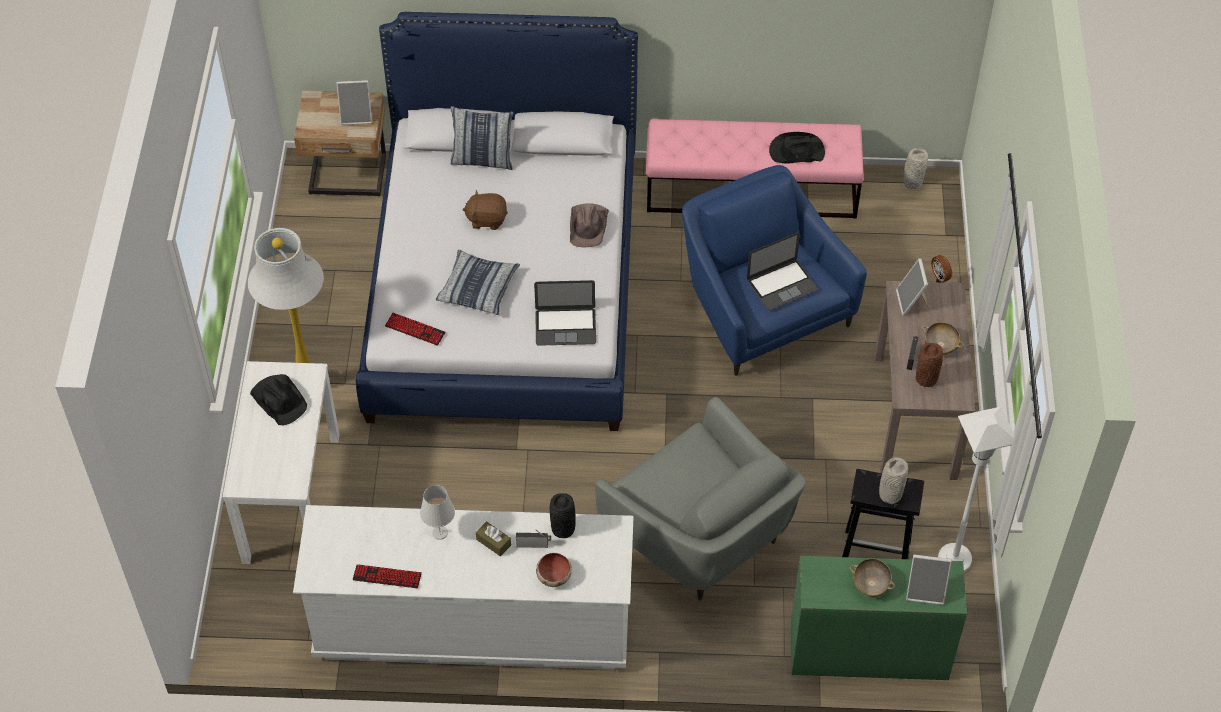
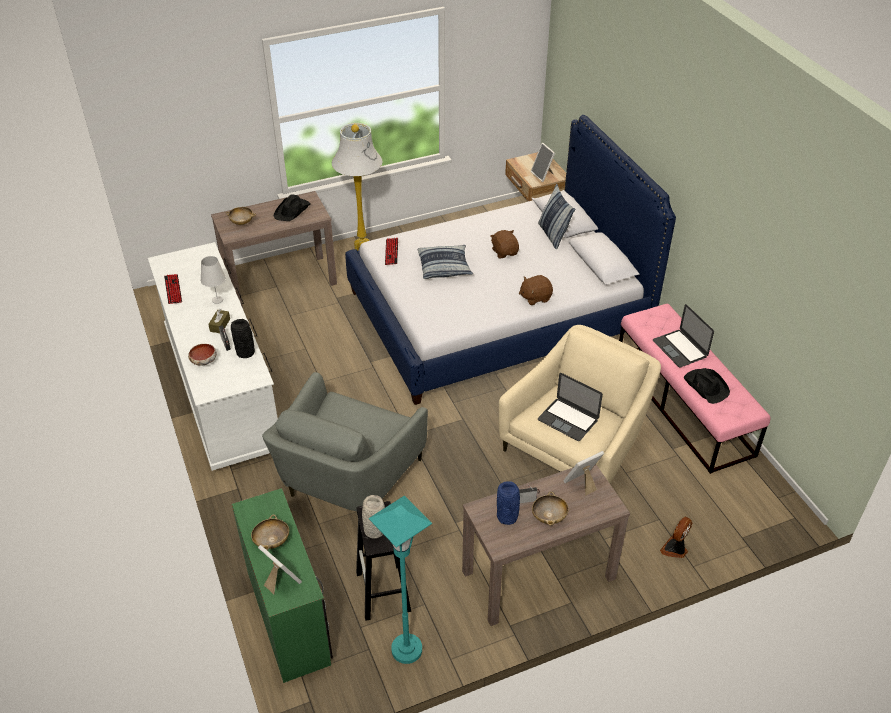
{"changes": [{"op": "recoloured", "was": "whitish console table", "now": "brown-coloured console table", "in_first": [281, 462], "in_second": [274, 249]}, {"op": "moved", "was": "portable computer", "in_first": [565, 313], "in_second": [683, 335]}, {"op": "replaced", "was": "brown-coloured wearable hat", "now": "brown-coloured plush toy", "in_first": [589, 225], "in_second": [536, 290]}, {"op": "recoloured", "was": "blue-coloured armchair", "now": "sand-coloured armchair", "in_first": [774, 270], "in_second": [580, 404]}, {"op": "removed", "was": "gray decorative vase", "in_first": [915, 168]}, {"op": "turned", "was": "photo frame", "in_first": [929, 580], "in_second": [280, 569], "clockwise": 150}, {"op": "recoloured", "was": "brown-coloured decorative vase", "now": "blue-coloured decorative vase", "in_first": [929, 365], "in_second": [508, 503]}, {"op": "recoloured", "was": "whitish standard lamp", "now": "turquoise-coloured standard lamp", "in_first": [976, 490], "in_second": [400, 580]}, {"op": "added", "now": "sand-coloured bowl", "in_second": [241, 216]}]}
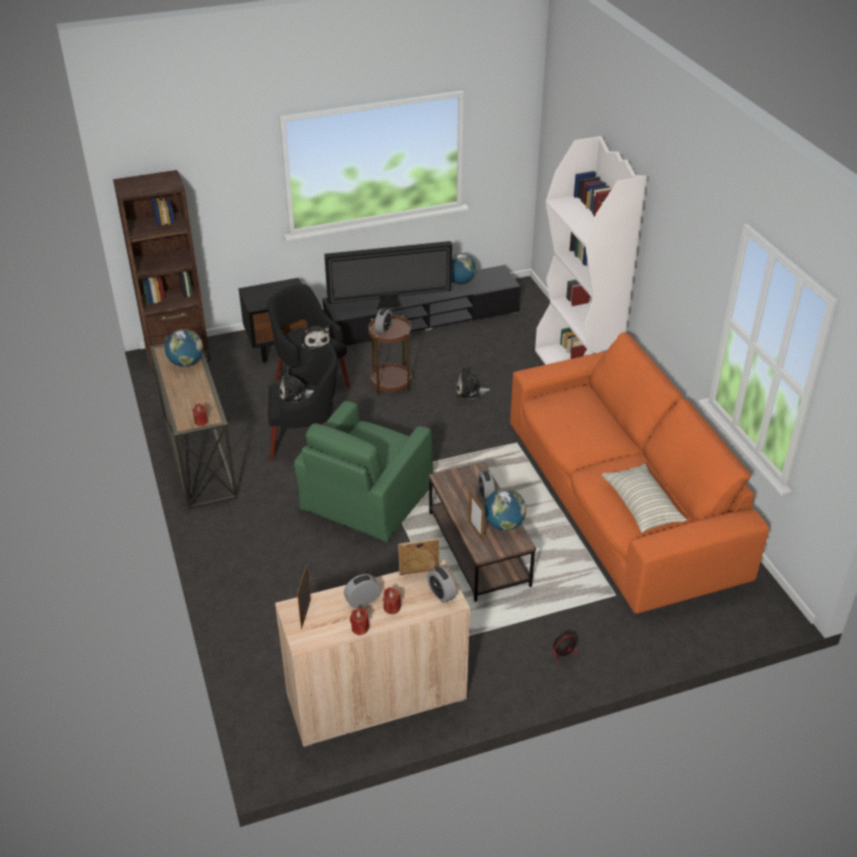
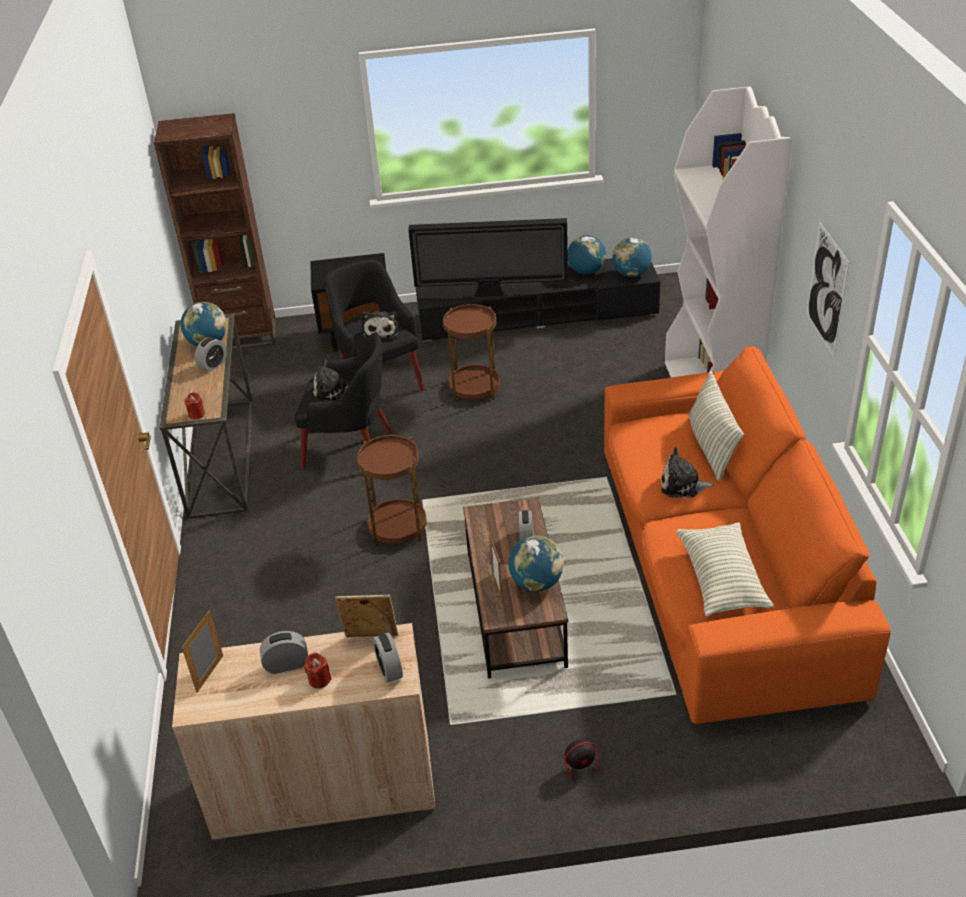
{"changes": [{"op": "replaced", "was": "green-coloured armchair", "now": "brown-coloured end table", "in_first": [363, 471], "in_second": [392, 490]}, {"op": "removed", "was": "red candle", "in_first": [359, 622]}, {"op": "moved", "was": "alarm clock", "in_first": [384, 321], "in_second": [211, 354]}, {"op": "moved", "was": "plush toy", "in_first": [474, 383], "in_second": [688, 472]}, {"op": "added", "now": "world globe", "in_second": [632, 257]}, {"op": "added", "now": "throw pillow", "in_second": [716, 426]}, {"op": "added", "now": "wall picture", "in_second": [828, 289]}]}
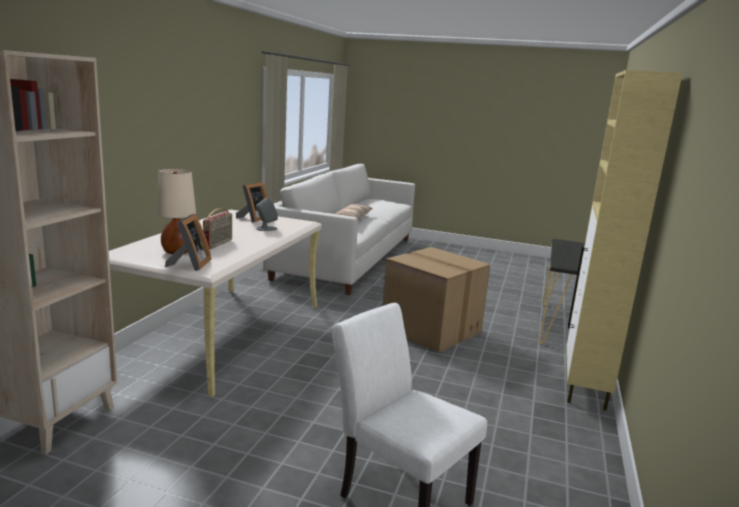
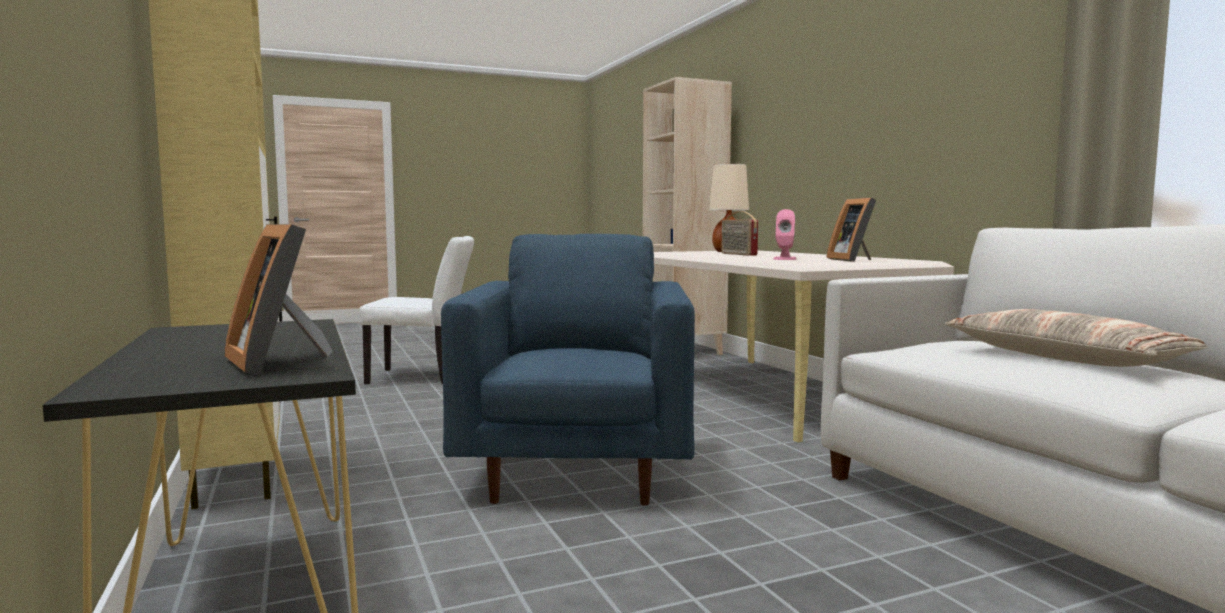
{"changes": [{"op": "moved", "was": "photo frame", "in_first": [188, 242], "in_second": [279, 299]}, {"op": "recoloured", "was": "gray audio speaker", "now": "pinkish audio speaker", "in_first": [267, 214], "in_second": [784, 234]}, {"op": "replaced", "was": "carton", "now": "blue-coloured armchair", "in_first": [436, 300], "in_second": [568, 370]}]}
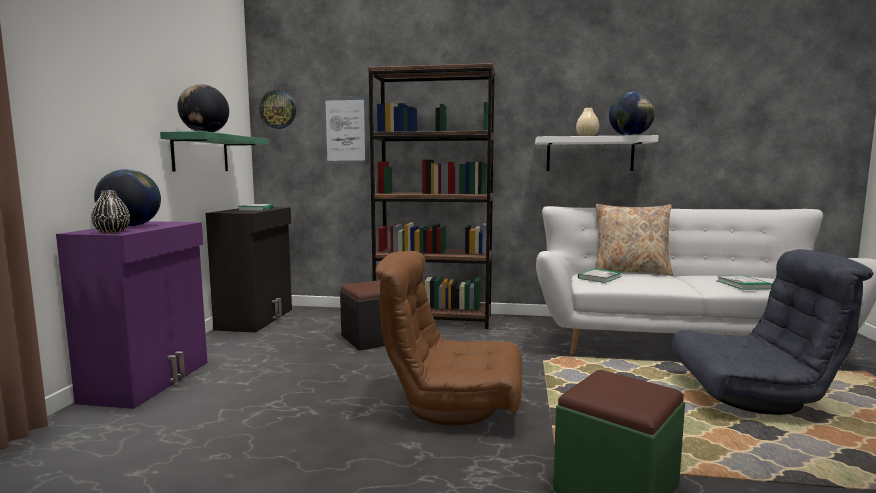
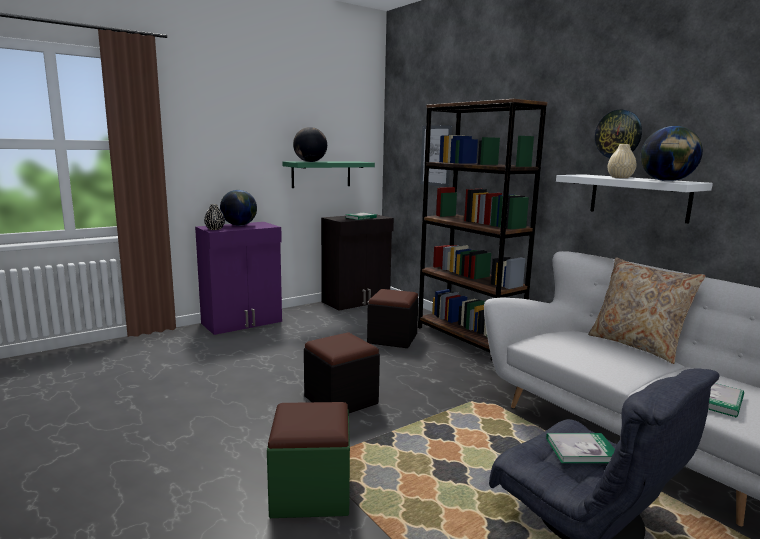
{"changes": [{"op": "moved", "was": "clock on the wall", "in_first": [277, 109], "in_second": [618, 134]}, {"op": "replaced", "was": "brown-coloured armchair", "now": "blackish pouffe", "in_first": [448, 338], "in_second": [342, 372]}, {"op": "moved", "was": "book", "in_first": [600, 276], "in_second": [580, 448]}]}
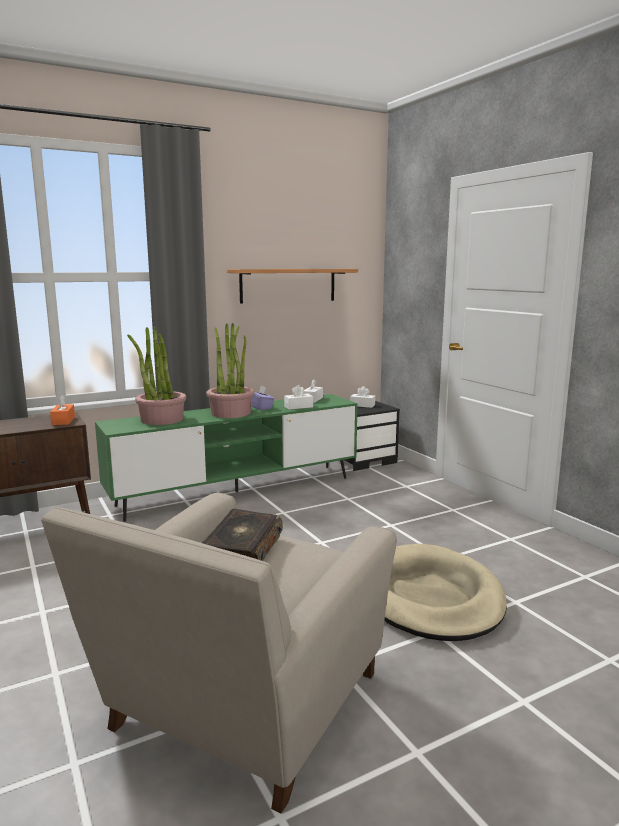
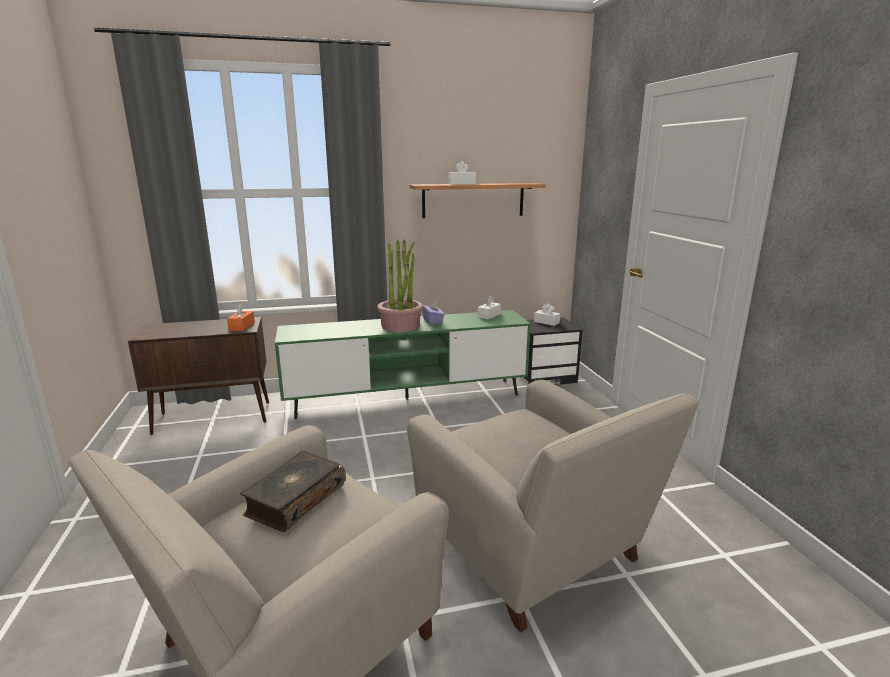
{"changes": [{"op": "removed", "was": "plant in a pot", "in_first": [156, 376]}, {"op": "moved", "was": "whitish box of tissues", "in_first": [298, 397], "in_second": [462, 173]}, {"op": "replaced", "was": "sand-coloured pet bed", "now": "sand-coloured armchair", "in_first": [445, 592], "in_second": [553, 506]}]}
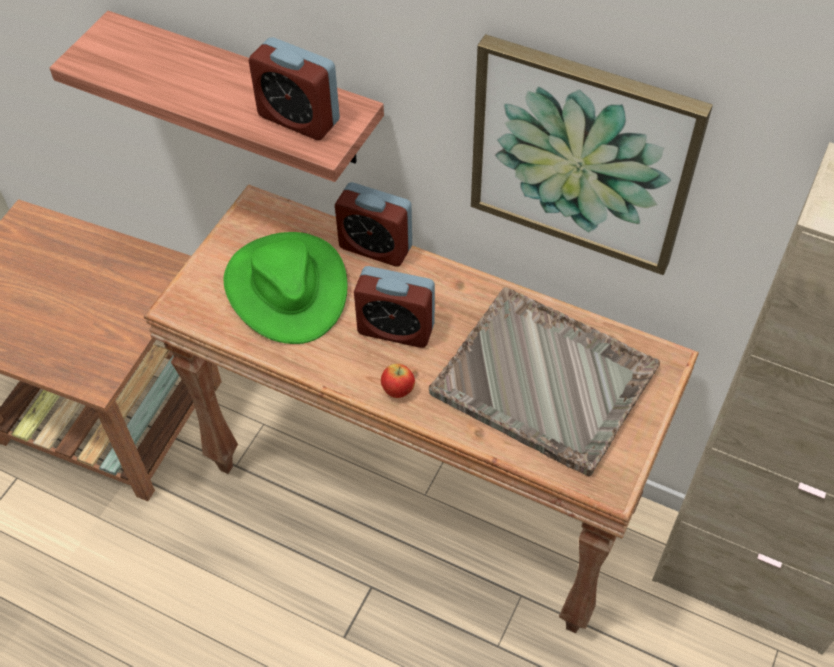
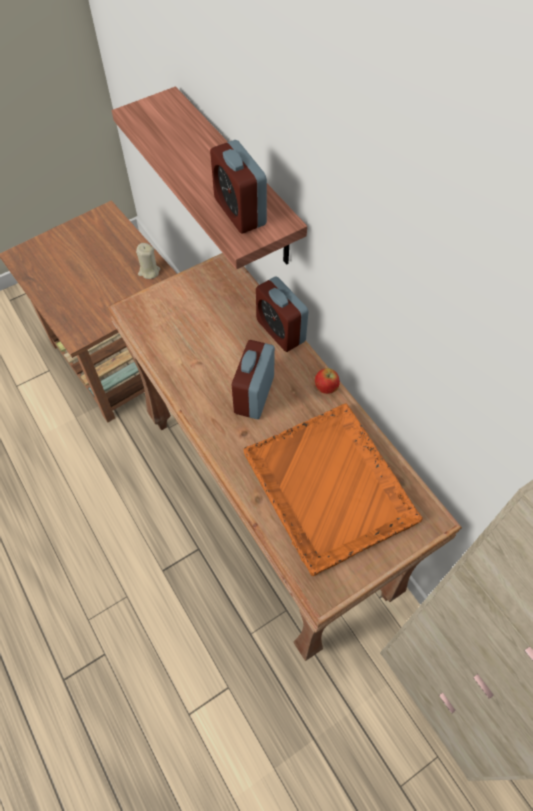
{"changes": [{"op": "removed", "was": "green-coloured wearable hat", "in_first": [285, 288]}, {"op": "turned", "was": "alarm clock", "in_first": [394, 307], "in_second": [253, 379], "clockwise": 60}, {"op": "moved", "was": "whole apple", "in_first": [398, 381], "in_second": [327, 381]}, {"op": "recoloured", "was": "gray serving tray", "now": "orangey serving tray", "in_first": [544, 381], "in_second": [333, 490]}, {"op": "removed", "was": "wall picture", "in_first": [592, 154]}, {"op": "added", "now": "sand-coloured candle", "in_second": [148, 261]}]}
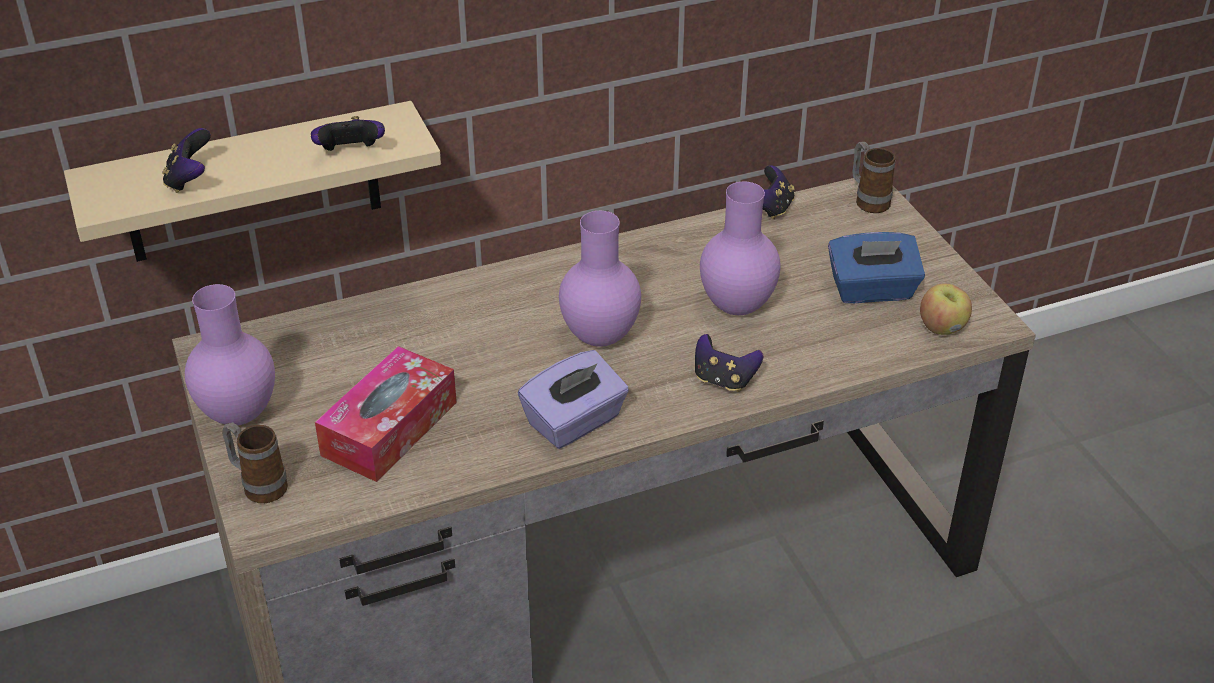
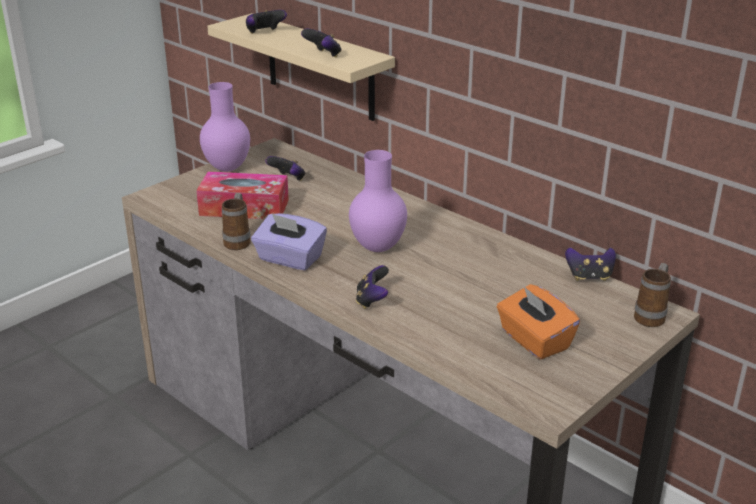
{"changes": [{"op": "moved", "was": "mug", "in_first": [255, 462], "in_second": [236, 221]}, {"op": "removed", "was": "purple-coloured decorative vase", "in_first": [740, 248]}, {"op": "recoloured", "was": "blue-coloured box of tissues", "now": "orangey box of tissues", "in_first": [876, 267], "in_second": [538, 321]}, {"op": "removed", "was": "whole apple", "in_first": [946, 309]}, {"op": "added", "now": "game controller", "in_second": [285, 168]}]}
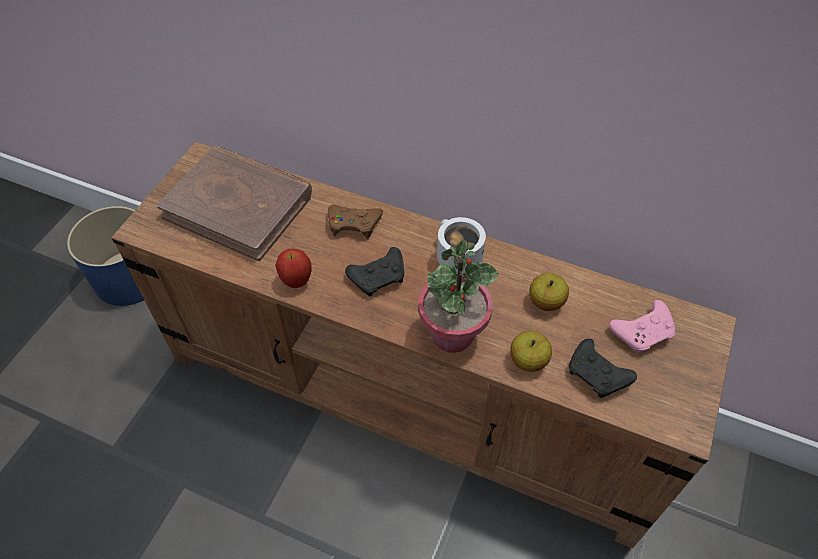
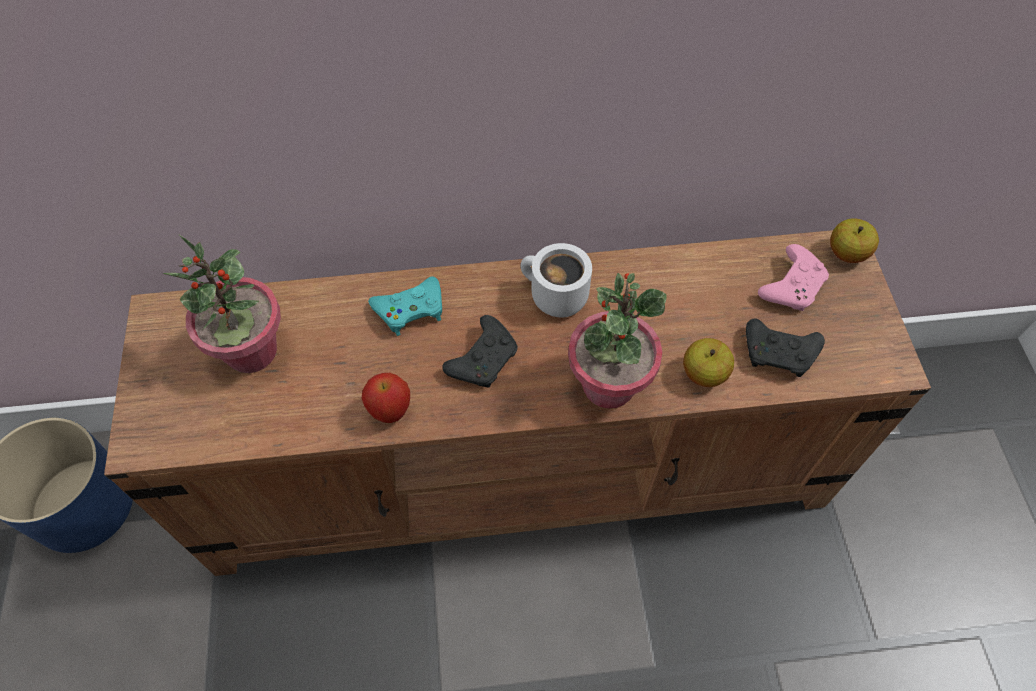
{"changes": [{"op": "replaced", "was": "brown-coloured book", "now": "plant in a pot", "in_first": [234, 203], "in_second": [222, 304]}, {"op": "recoloured", "was": "brown-coloured game controller", "now": "turquoise-coloured game controller", "in_first": [355, 222], "in_second": [405, 306]}, {"op": "moved", "was": "whole apple", "in_first": [549, 292], "in_second": [854, 240]}]}
